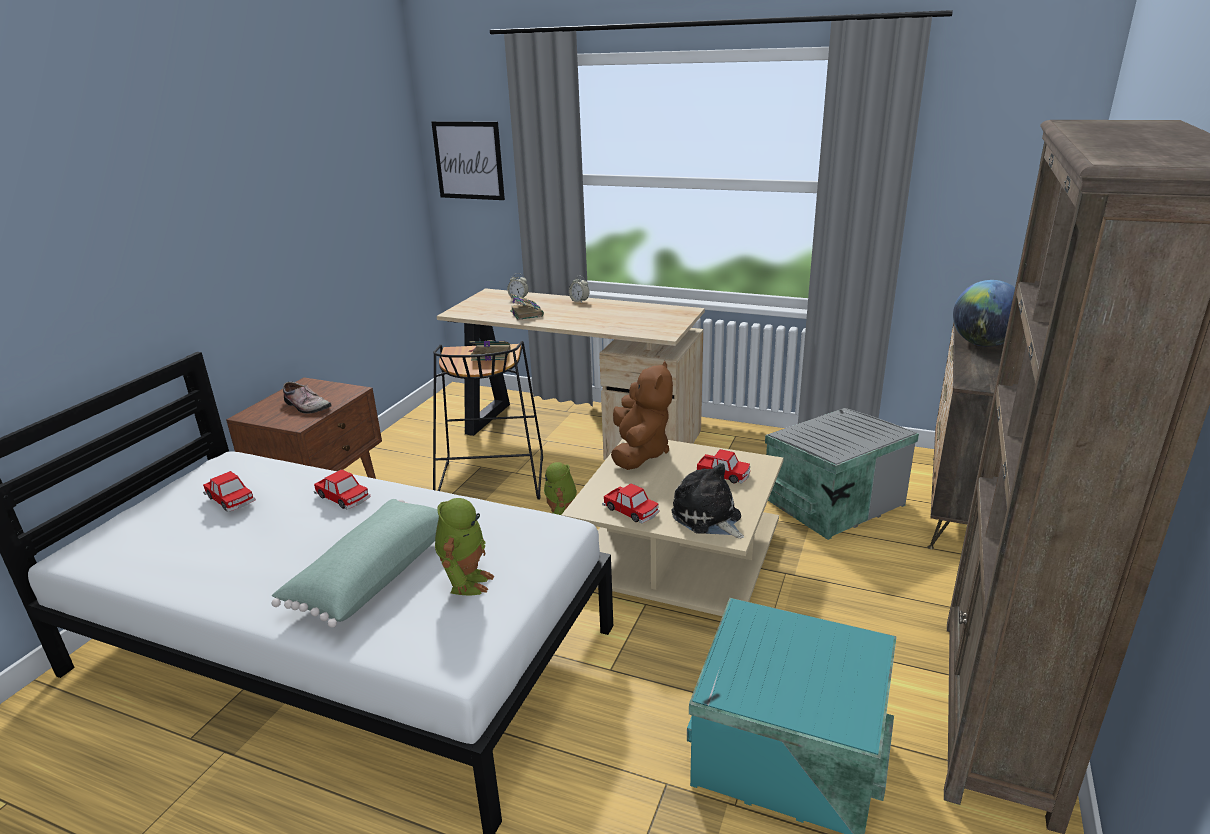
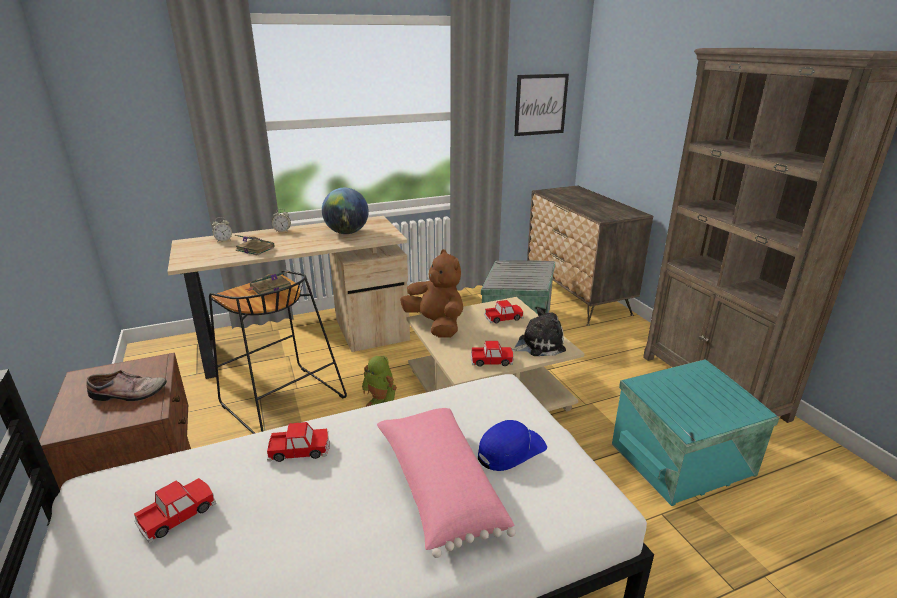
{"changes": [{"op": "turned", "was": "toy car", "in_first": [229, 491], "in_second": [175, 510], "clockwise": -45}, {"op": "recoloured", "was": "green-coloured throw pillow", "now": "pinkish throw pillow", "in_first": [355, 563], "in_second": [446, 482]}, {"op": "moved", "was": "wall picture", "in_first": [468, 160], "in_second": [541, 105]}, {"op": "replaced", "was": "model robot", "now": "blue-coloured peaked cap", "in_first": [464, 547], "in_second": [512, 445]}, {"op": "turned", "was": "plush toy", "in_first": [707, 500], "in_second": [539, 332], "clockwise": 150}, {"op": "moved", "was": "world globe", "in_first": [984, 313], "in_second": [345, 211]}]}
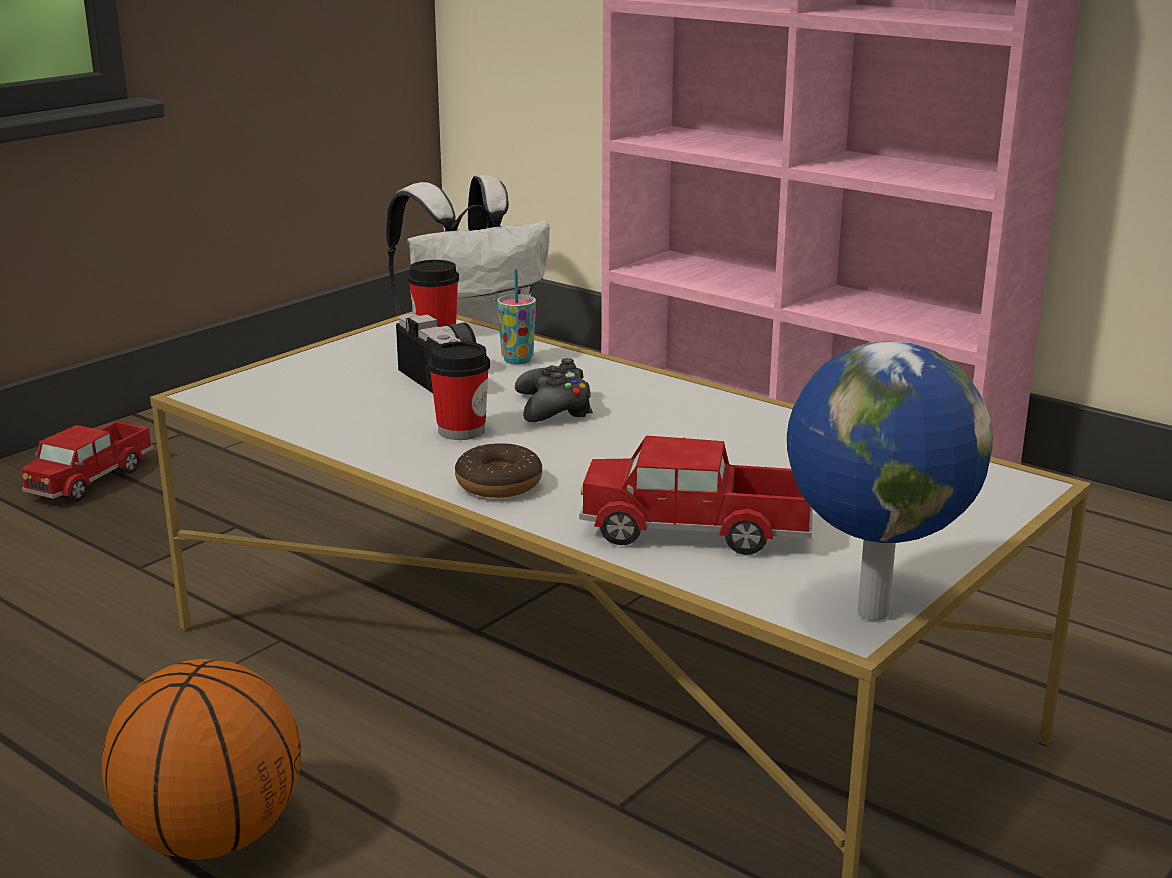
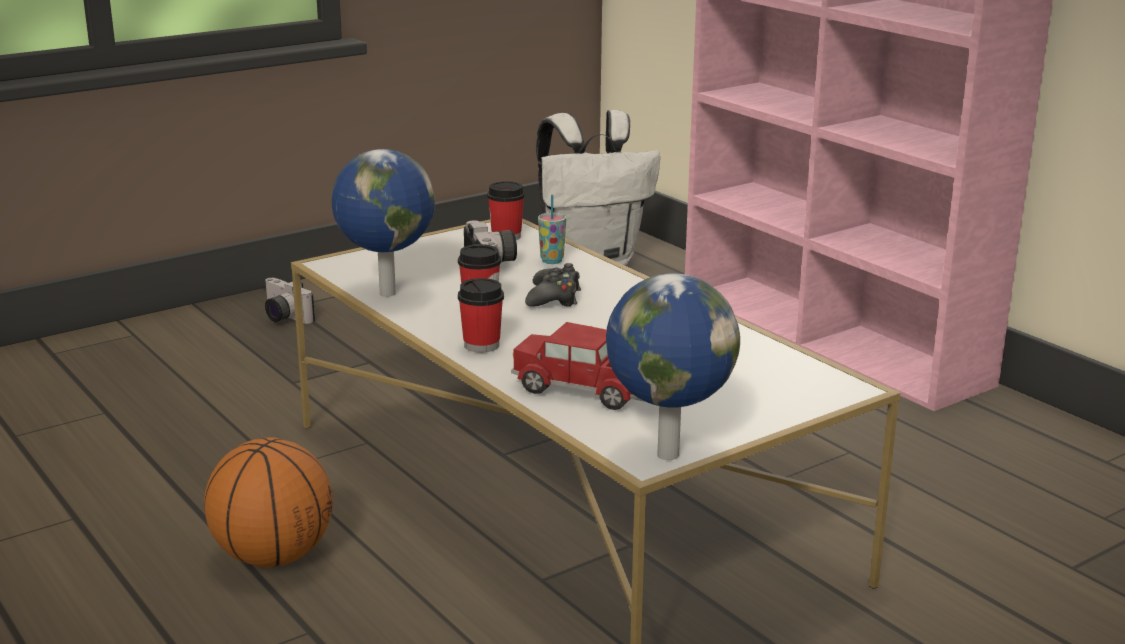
{"changes": [{"op": "replaced", "was": "model truck", "now": "still camera", "in_first": [87, 461], "in_second": [290, 301]}, {"op": "replaced", "was": "ring doughnut", "now": "drinking cup", "in_first": [498, 470], "in_second": [481, 315]}, {"op": "added", "now": "world globe", "in_second": [383, 223]}]}
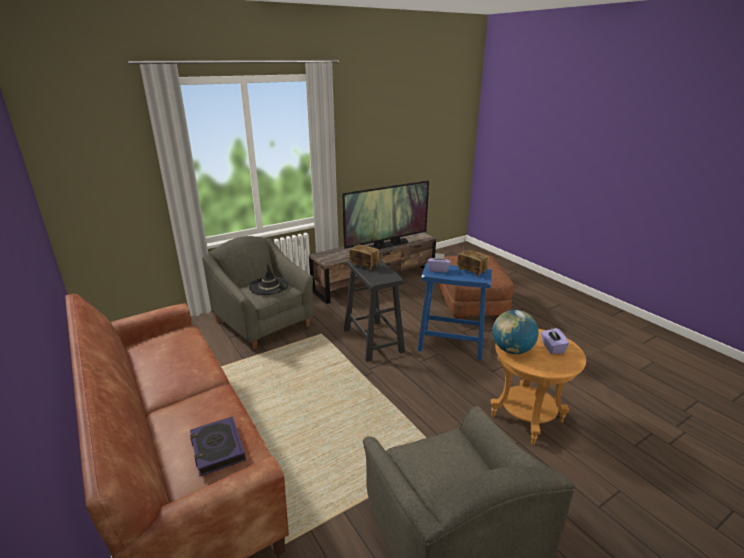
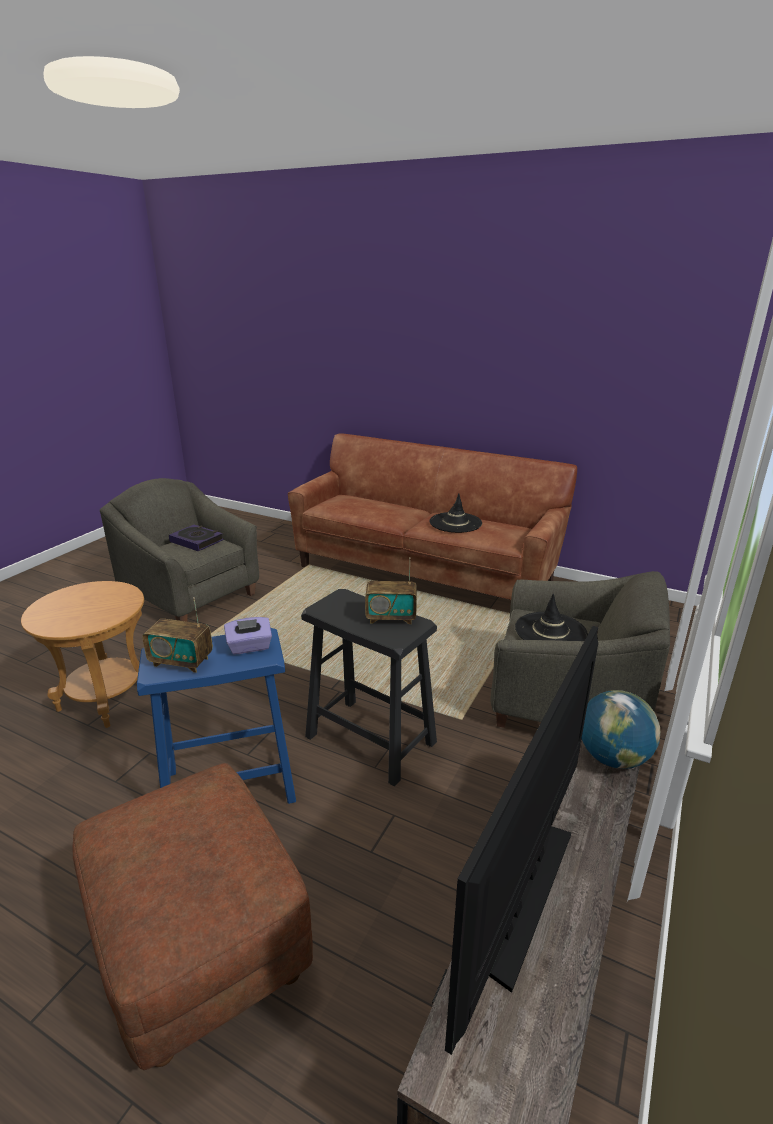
{"changes": [{"op": "moved", "was": "book", "in_first": [218, 446], "in_second": [196, 538]}, {"op": "moved", "was": "world globe", "in_first": [515, 332], "in_second": [620, 729]}, {"op": "removed", "was": "purple-coloured box of tissues", "in_first": [555, 340]}, {"op": "added", "now": "blackish wearable hat", "in_second": [456, 513]}]}
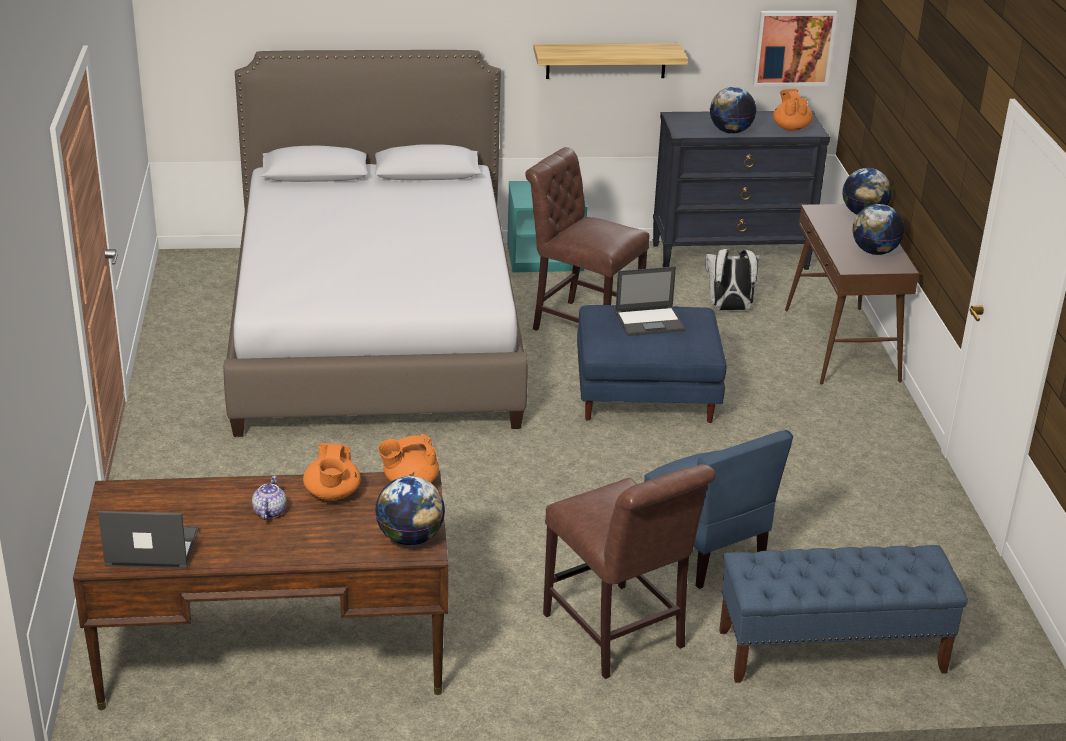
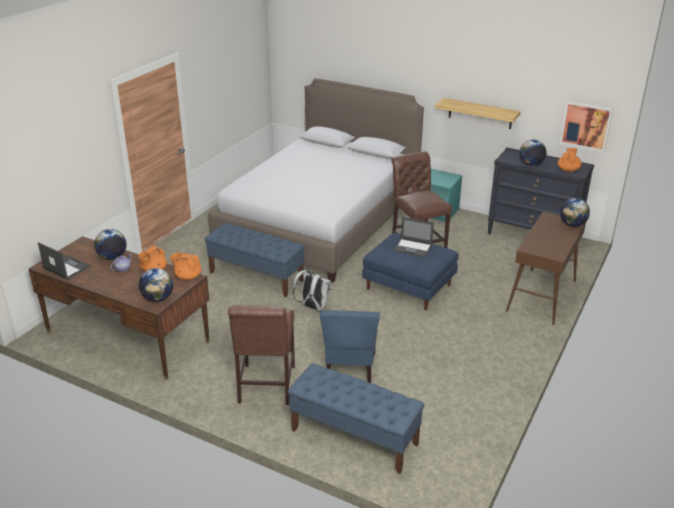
{"changes": [{"op": "moved", "was": "whitish rucksack", "in_first": [732, 280], "in_second": [312, 290]}, {"op": "moved", "was": "world globe", "in_first": [878, 229], "in_second": [110, 244]}, {"op": "added", "now": "blue-coloured bench", "in_second": [255, 260]}]}
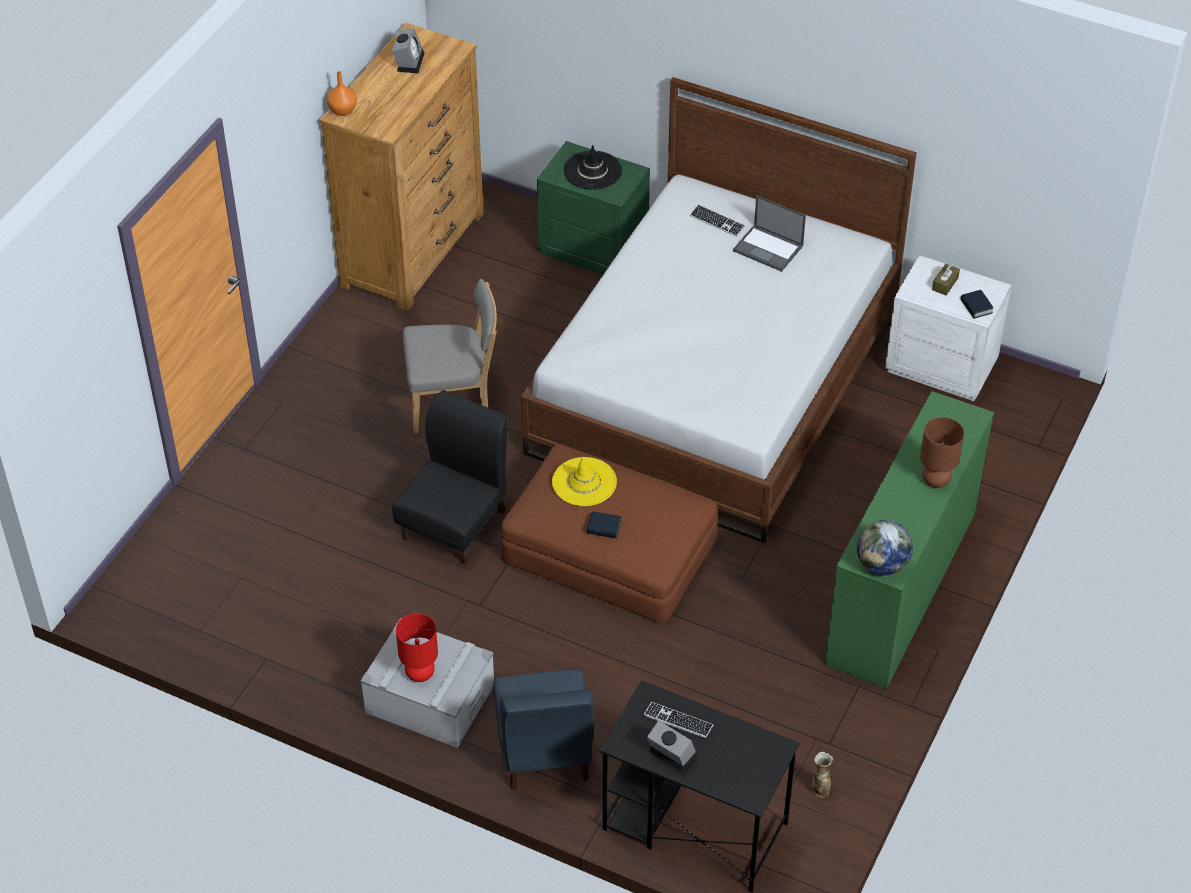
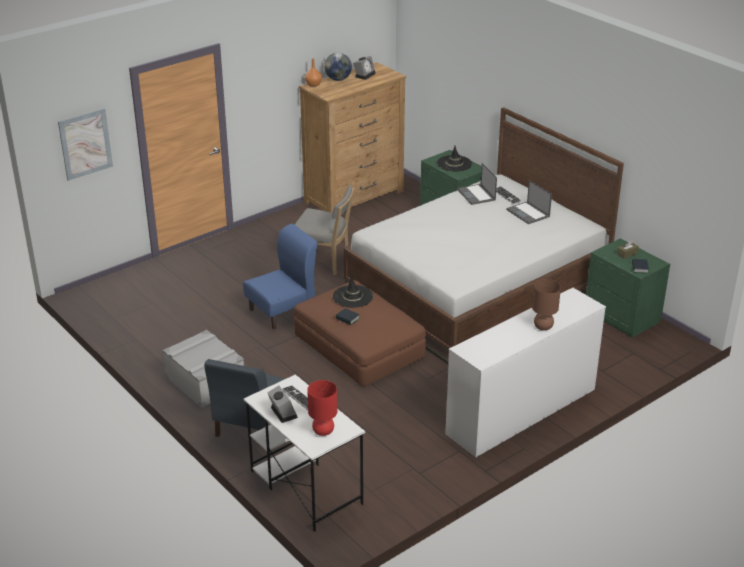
{"changes": [{"op": "recoloured", "was": "blackish chair", "now": "blue-coloured chair", "in_first": [449, 477], "in_second": [280, 276]}, {"op": "moved", "was": "red table lamp", "in_first": [417, 647], "in_second": [322, 408]}, {"op": "recoloured", "was": "yellowish wearable hat", "now": "blackish wearable hat", "in_first": [584, 481], "in_second": [353, 292]}, {"op": "recoloured", "was": "blackish desk unit", "now": "whitish desk unit", "in_first": [700, 786], "in_second": [304, 453]}, {"op": "removed", "was": "decorative vase", "in_first": [822, 775]}, {"op": "recoloured", "was": "green-coloured dresser", "now": "whitish dresser", "in_first": [909, 540], "in_second": [525, 372]}, {"op": "moved", "was": "world globe", "in_first": [885, 548], "in_second": [338, 67]}, {"op": "recoloured", "was": "whitish bedside table", "now": "green-coloured bedside table", "in_first": [948, 328], "in_second": [628, 288]}, {"op": "added", "now": "wall picture", "in_second": [85, 144]}, {"op": "added", "now": "portable computer", "in_second": [477, 184]}]}
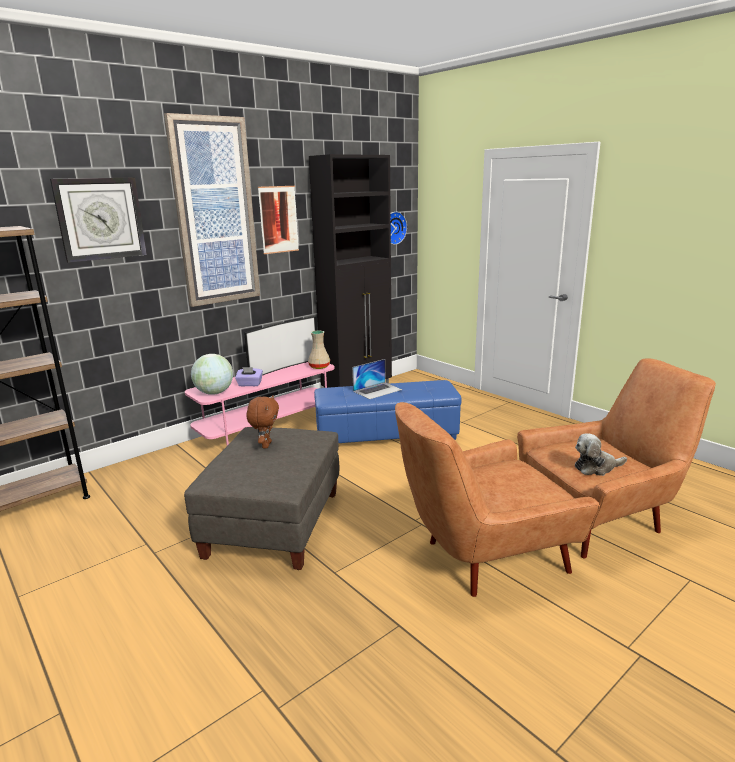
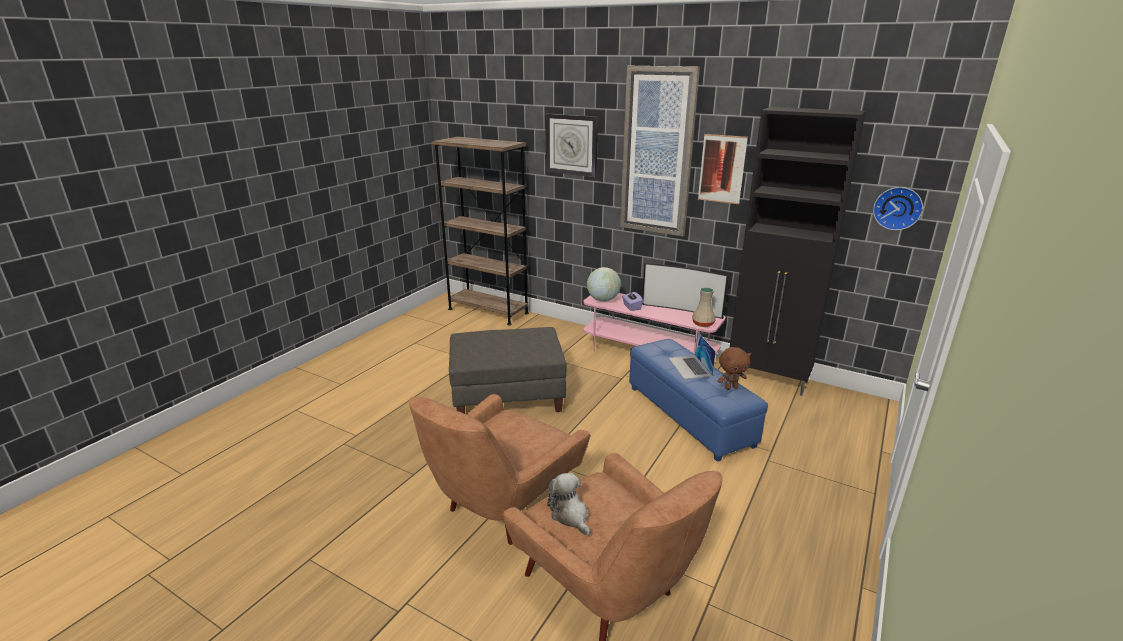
{"changes": [{"op": "moved", "was": "brown-coloured plush toy", "in_first": [262, 421], "in_second": [734, 368]}, {"op": "turned", "was": "portable computer", "in_first": [377, 379], "in_second": [692, 356], "clockwise": 45}, {"op": "turned", "was": "brown-coloured armchair", "in_first": [497, 499], "in_second": [500, 469], "clockwise": -105}]}
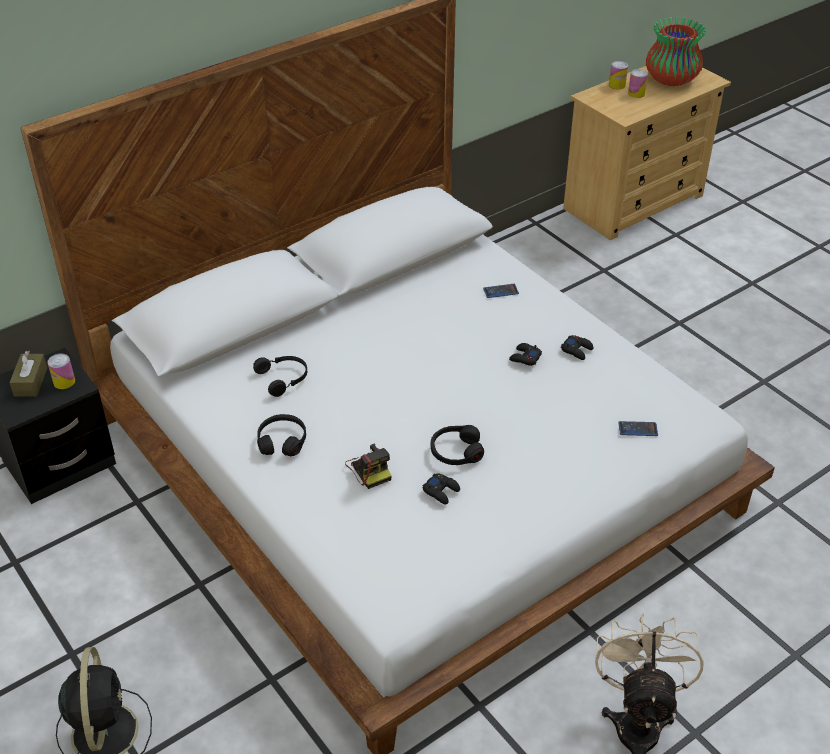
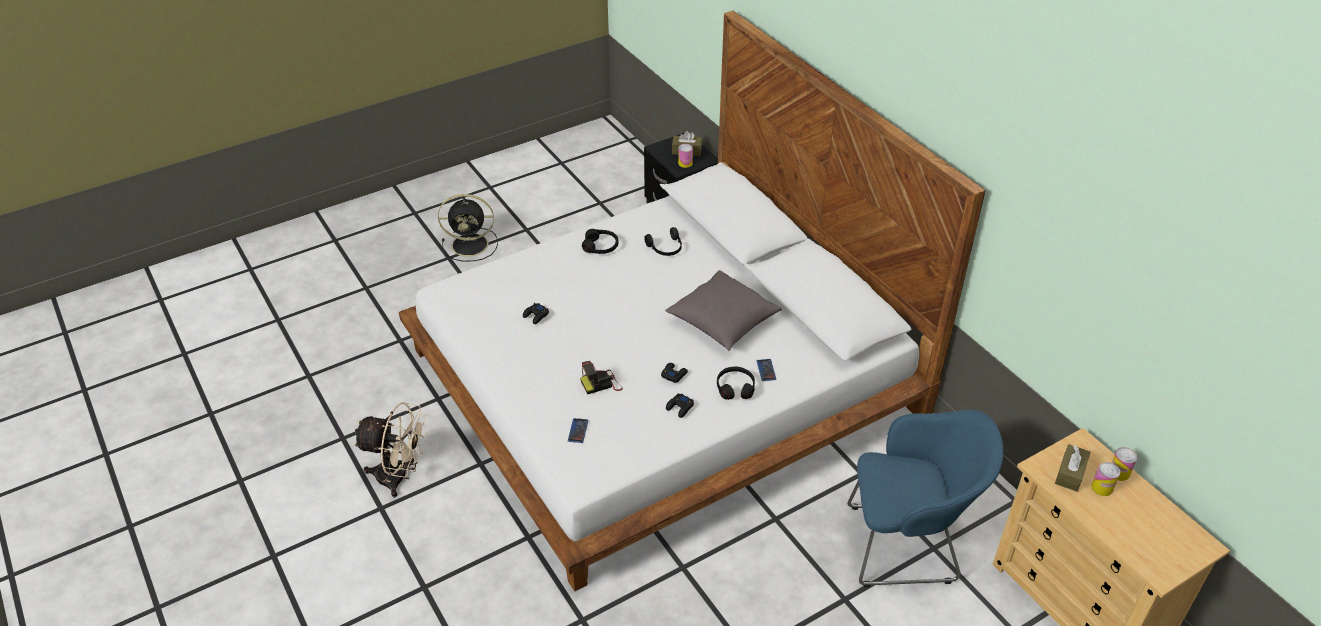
{"changes": [{"op": "moved", "was": "still camera", "in_first": [368, 466], "in_second": [601, 377]}, {"op": "moved", "was": "blackish headphones", "in_first": [457, 445], "in_second": [736, 383]}, {"op": "removed", "was": "decorative vase", "in_first": [676, 51]}, {"op": "added", "now": "gray throw pillow", "in_second": [723, 310]}, {"op": "added", "now": "blue-coloured armchair", "in_second": [926, 499]}, {"op": "added", "now": "brown-coloured box of tissues", "in_second": [1072, 468]}]}
